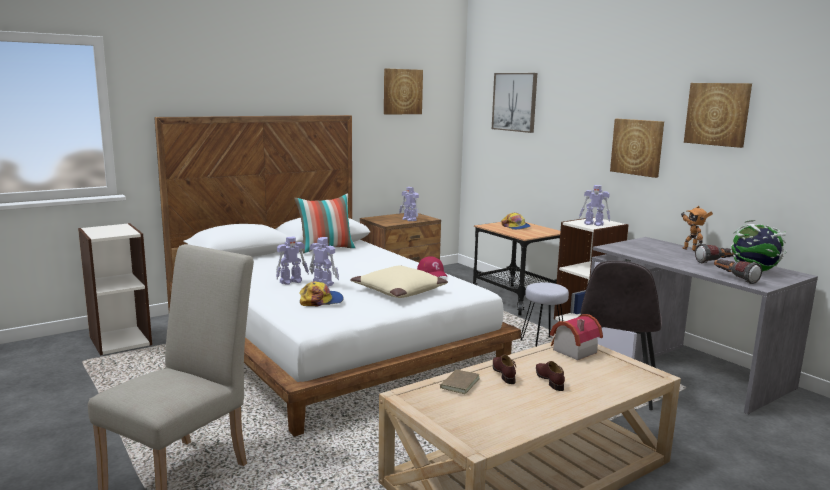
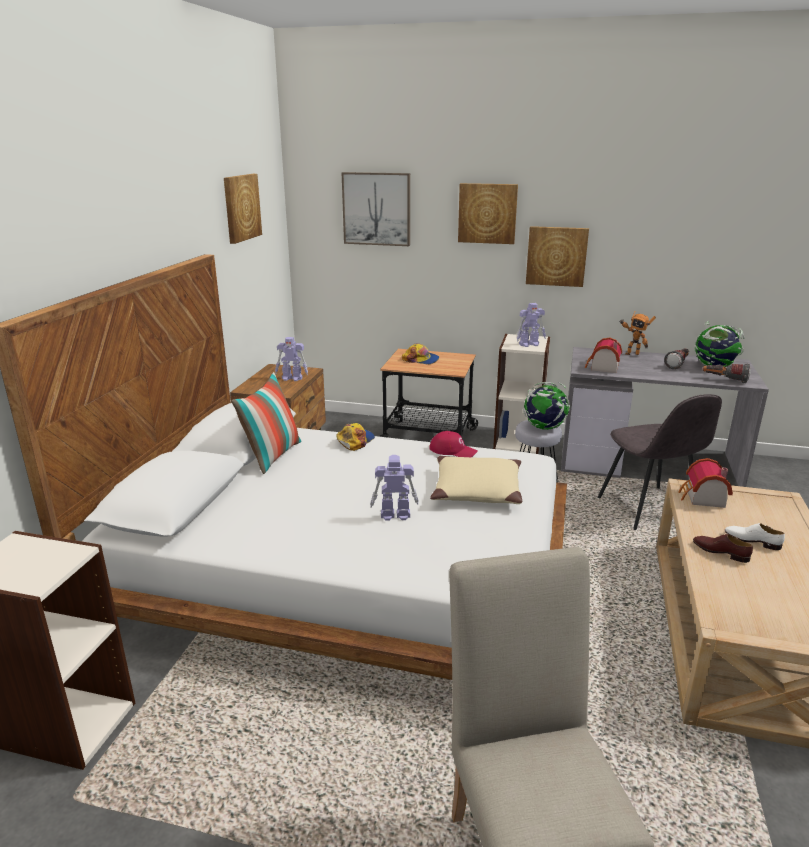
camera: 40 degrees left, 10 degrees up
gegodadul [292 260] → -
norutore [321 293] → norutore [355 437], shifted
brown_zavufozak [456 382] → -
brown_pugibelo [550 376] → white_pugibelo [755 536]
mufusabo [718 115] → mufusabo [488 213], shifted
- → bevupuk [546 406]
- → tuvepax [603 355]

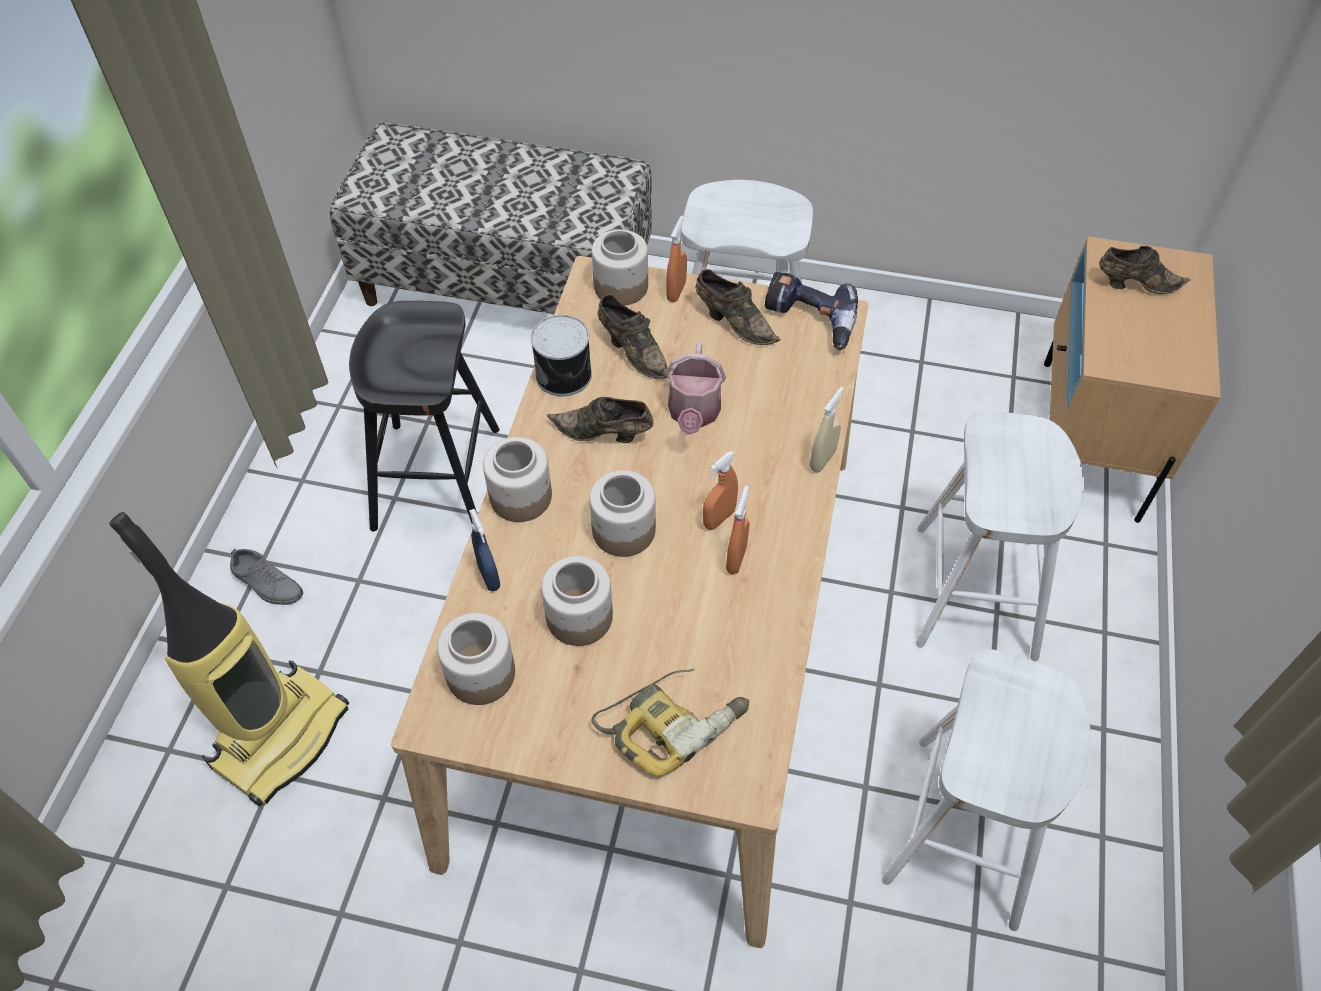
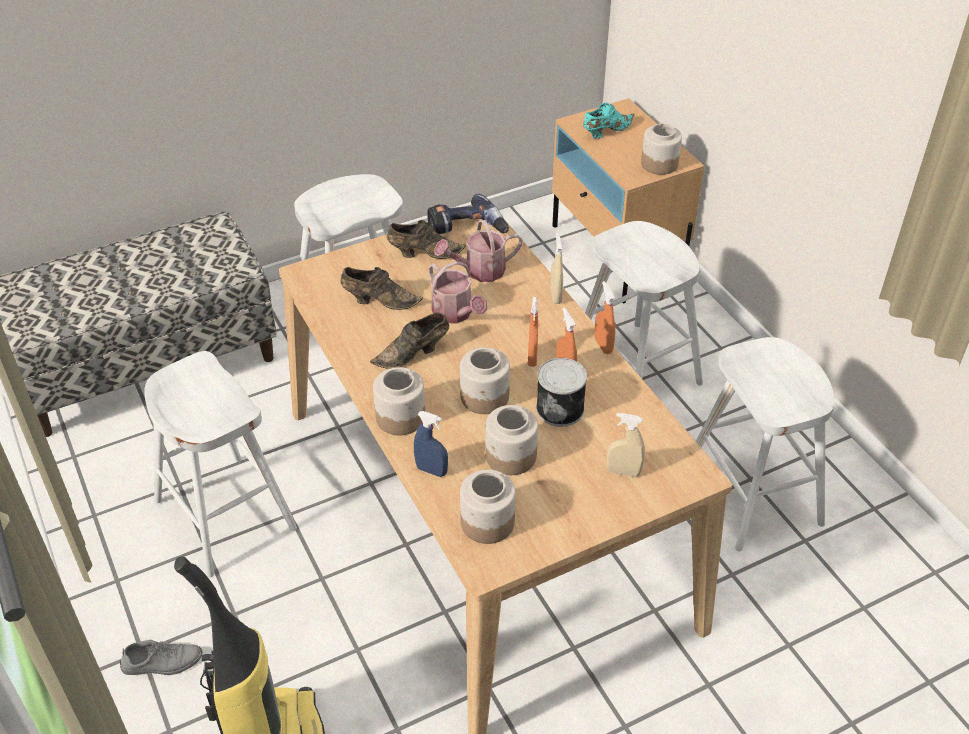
camera: 40 degrees left, 10 degrees down
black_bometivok [424 416] → white_bometivok [220 464]
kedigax [561 355] → kedigax [561 392], shifted
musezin [670 722] → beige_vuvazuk [626 445]
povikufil [620 268] → povikufil [661 149], shifted
orange_vuvazuk [676 258] → orange_vuvazuk [604 317], shifted
brown_pugibelo [1145 270] → turquoise_pugibelo [608 121]
- → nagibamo [478 251]

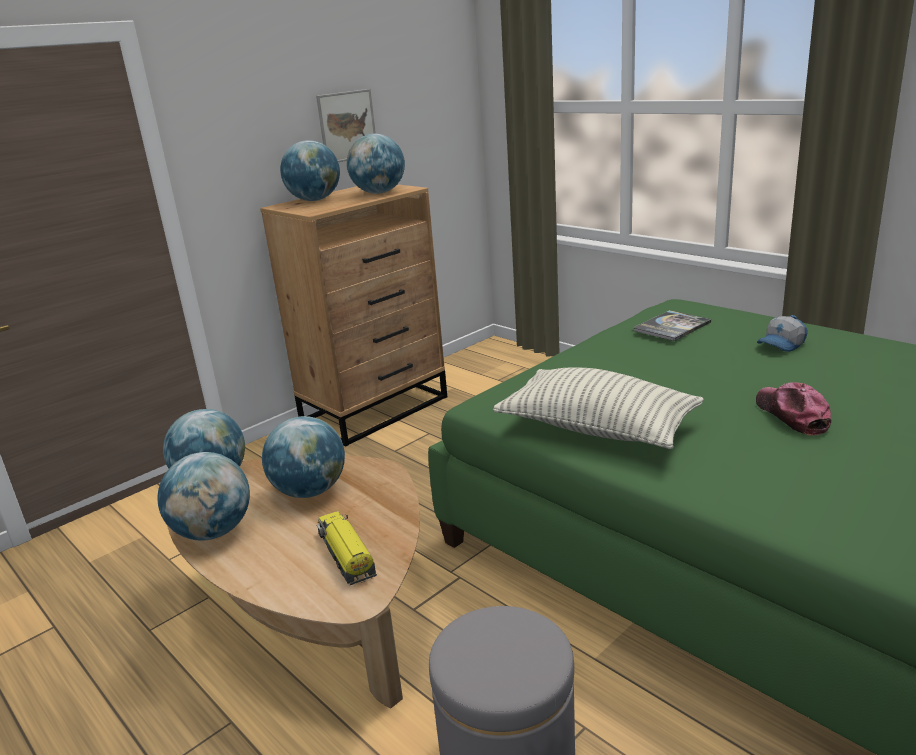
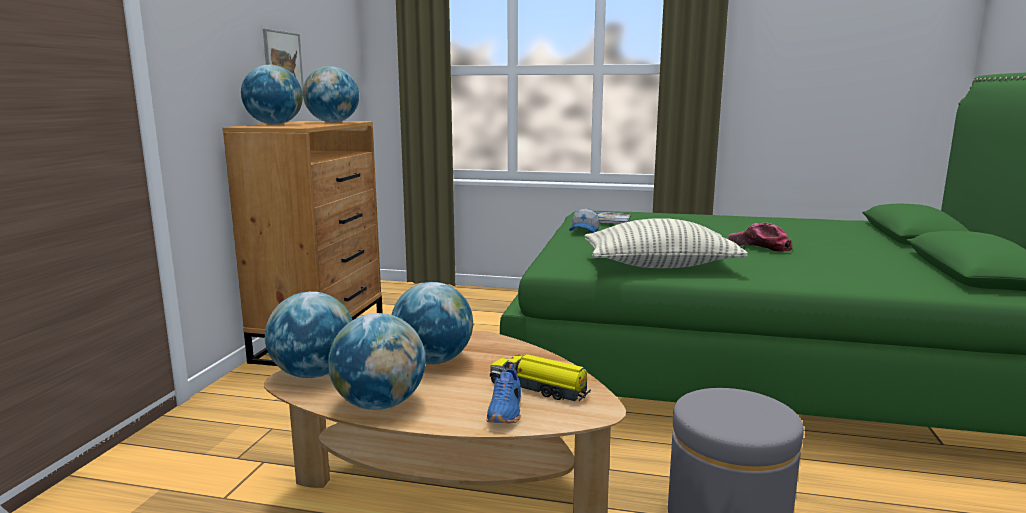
camera: 35 degrees left, 10 degrees down
norutore [782 333] → norutore [584 220], shifted
- → blue_pugibelo [503 393]

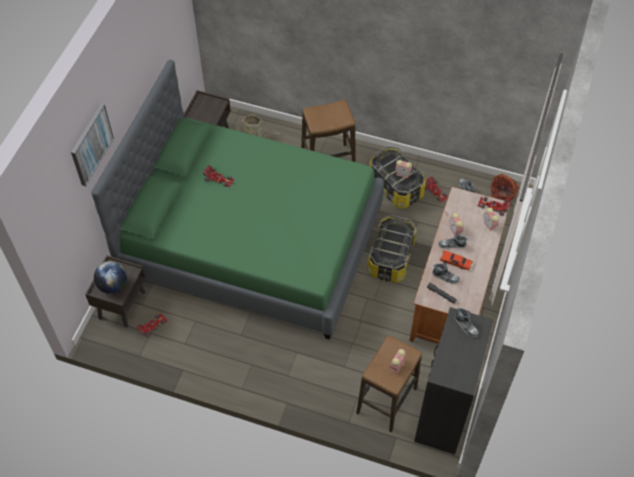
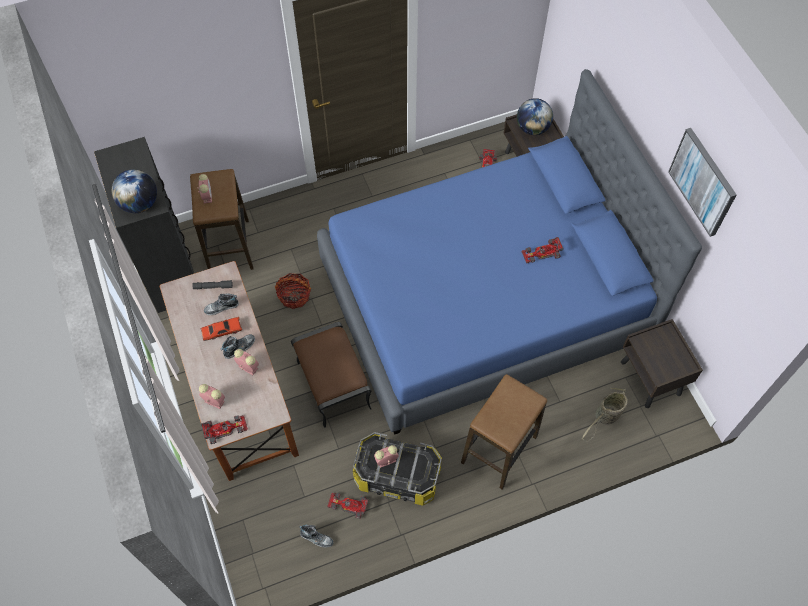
camera: 140 degrees right, 5 degrees up
mufusabo [92 145] → mufusabo [702 182], shifted
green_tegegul [238 199] → blue_tegegul [509 252]
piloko [392 249] → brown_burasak [331 375]
pugibelo [467 322] → bevupuk [134 191]
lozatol [504 187] → lozatol [293 291], shifted

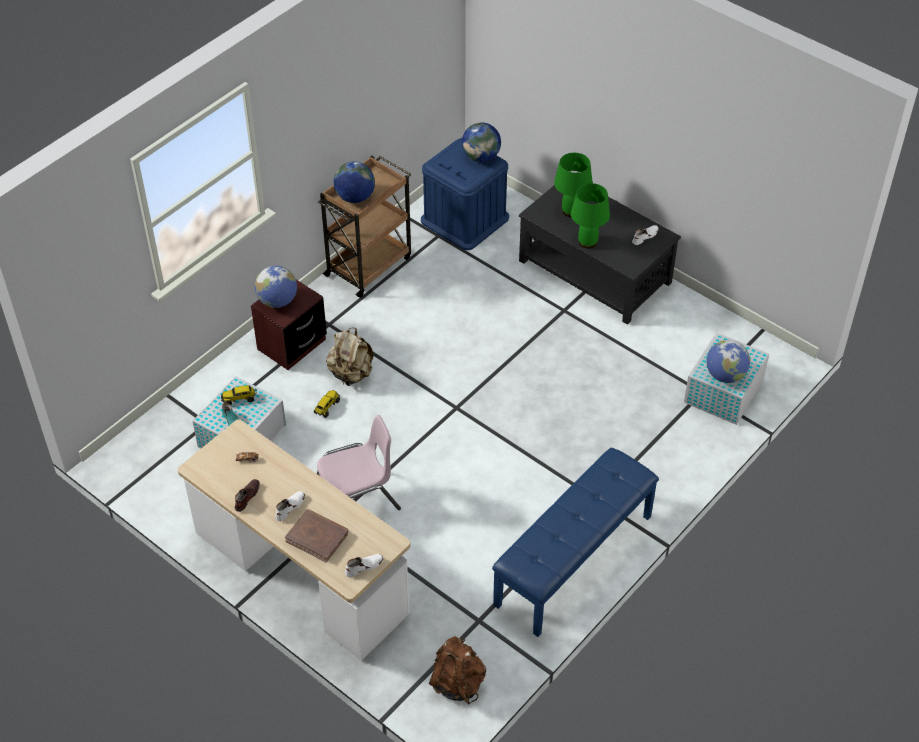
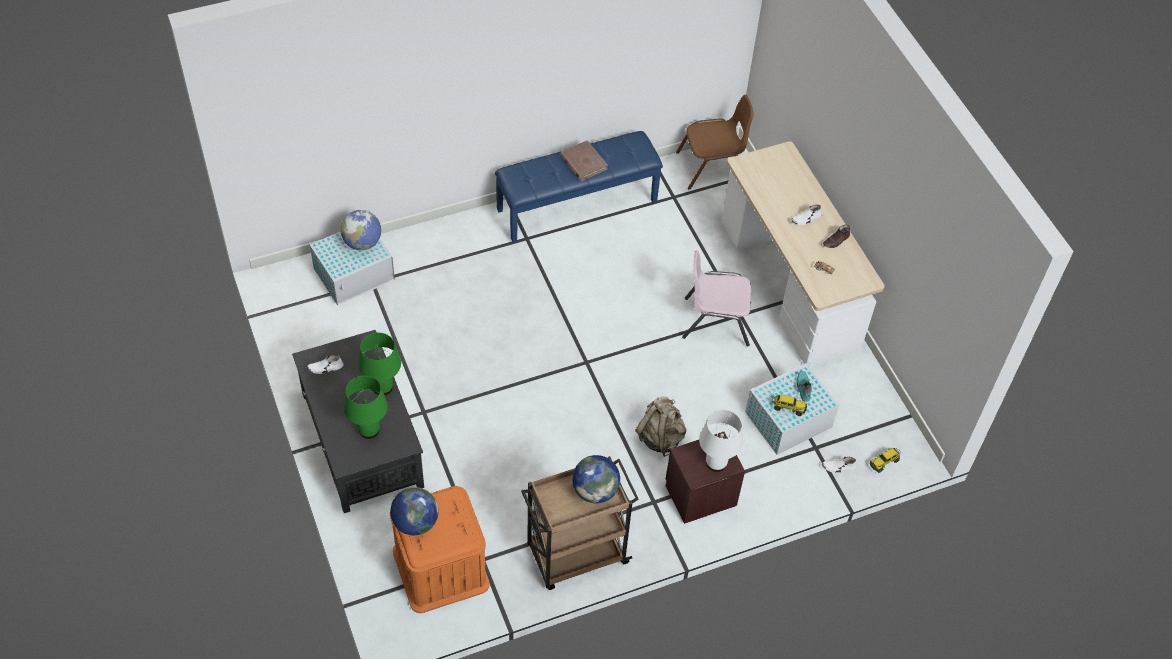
camera: 155 degrees left, 5 degrees up
bevupuk [276 287] → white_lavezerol [721 441]
brown_zavufozak [316 536] → brown_zavufozak [584 160], shifted
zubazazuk [327 404] → zubazazuk [885 460], shifted
white_pugibelo [364 565] → white_pugibelo [839 465], shifted
blue_piloko [465 194] → orange_piloko [440 549]
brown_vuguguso [457 670] → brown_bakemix [715 142]

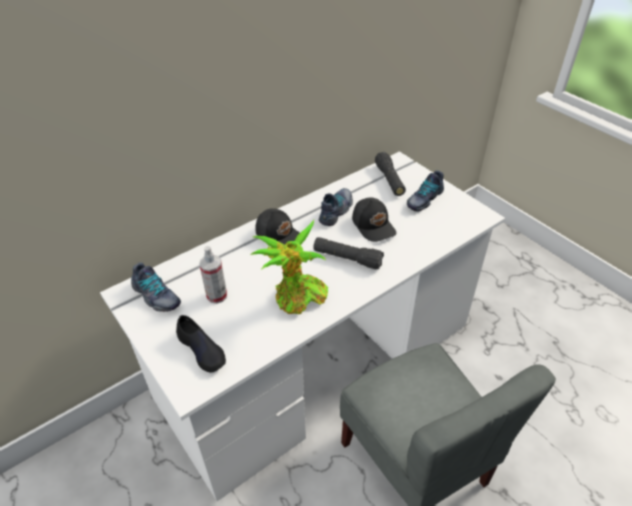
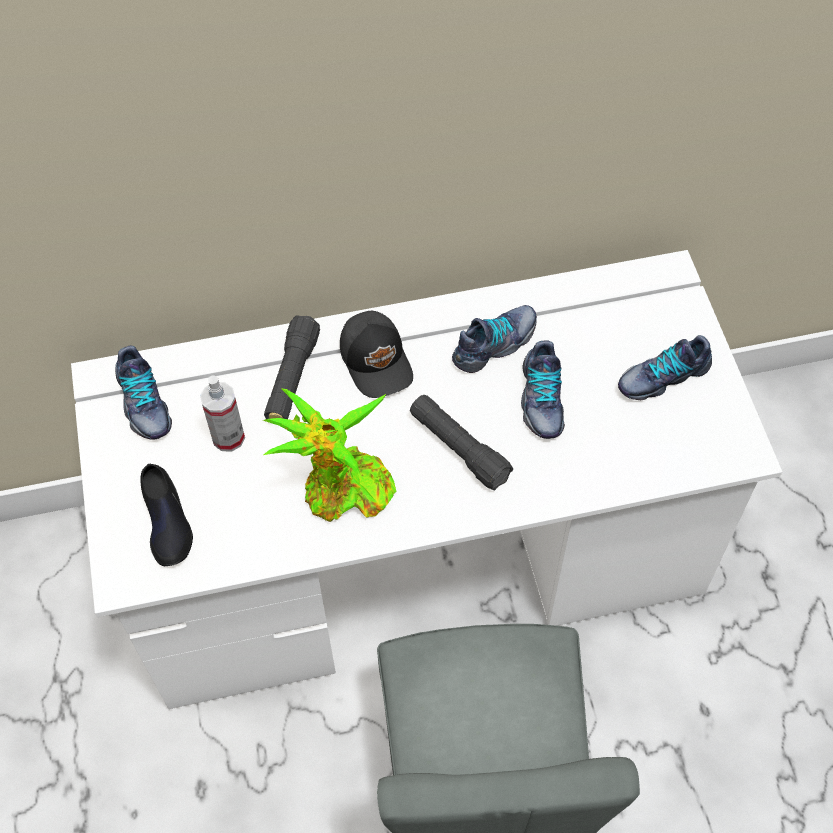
camera: 25 degrees right, 15 degrees up
black_norutore [374 219] → pugibelo [543 390]
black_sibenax [390 174] → black_sibenax [292 367], shifted

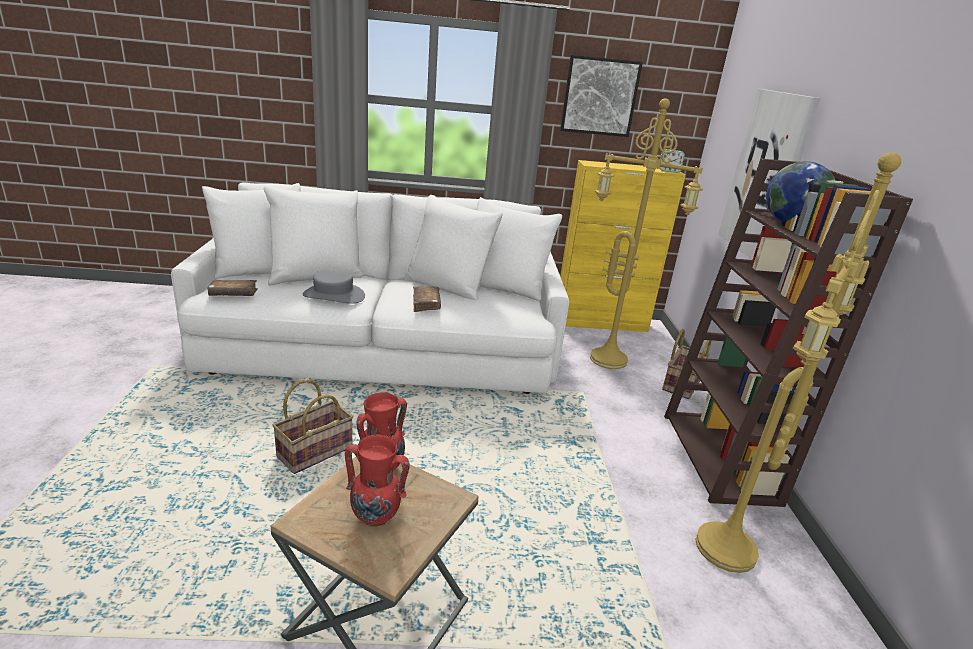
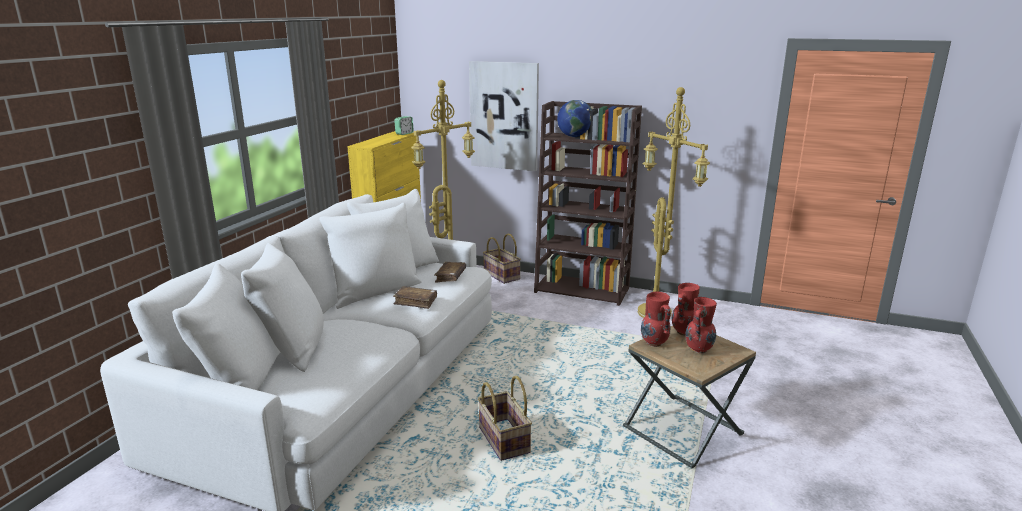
camera: 65 degrees left, 5 degrees down
brown_zavufozak [232 288] → brown_zavufozak [450 272], shifted
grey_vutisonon [334 287] → -
mufusabo [601 96] → -
- → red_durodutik [686 309]

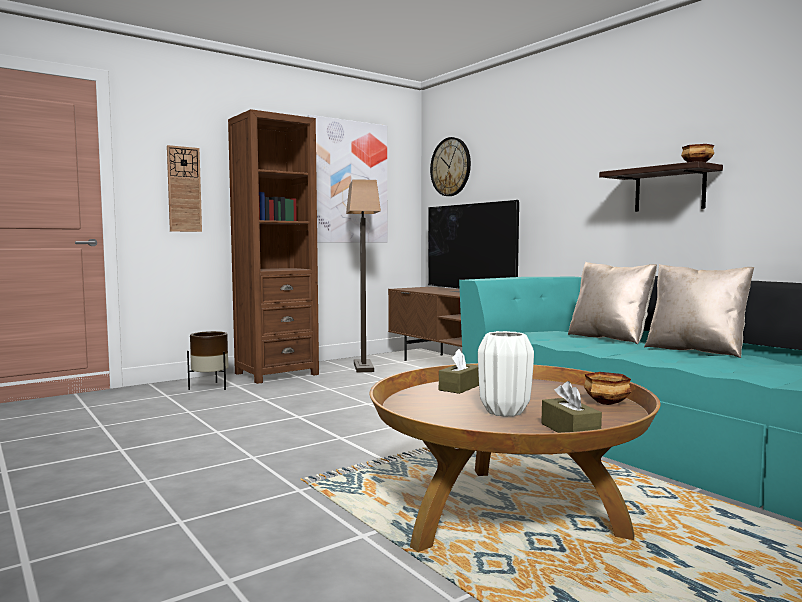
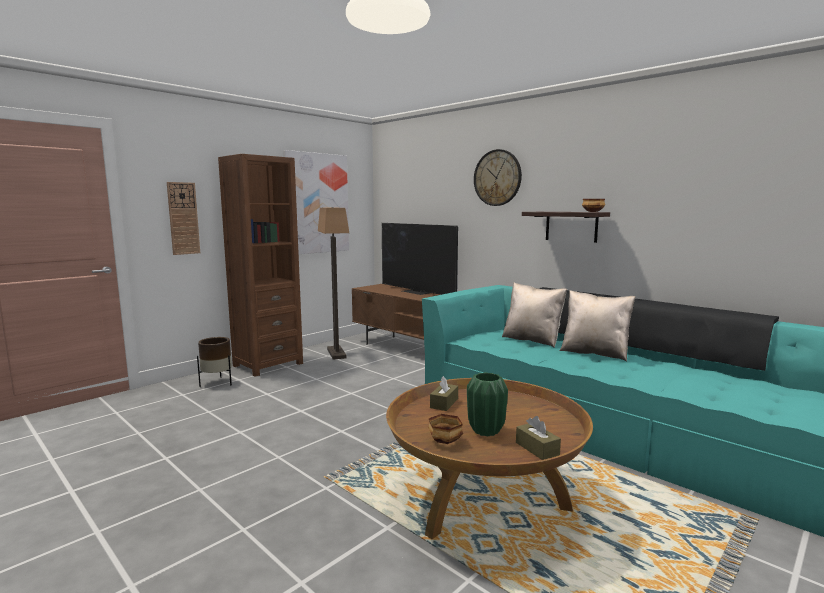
camera: 10 degrees left, 5 degrees up
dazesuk [450 166] → dazesuk [498 177], shifted
white_durodutik [506 374] → green_durodutik [487 404]
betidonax [607 388] → betidonax [445 429], shifted

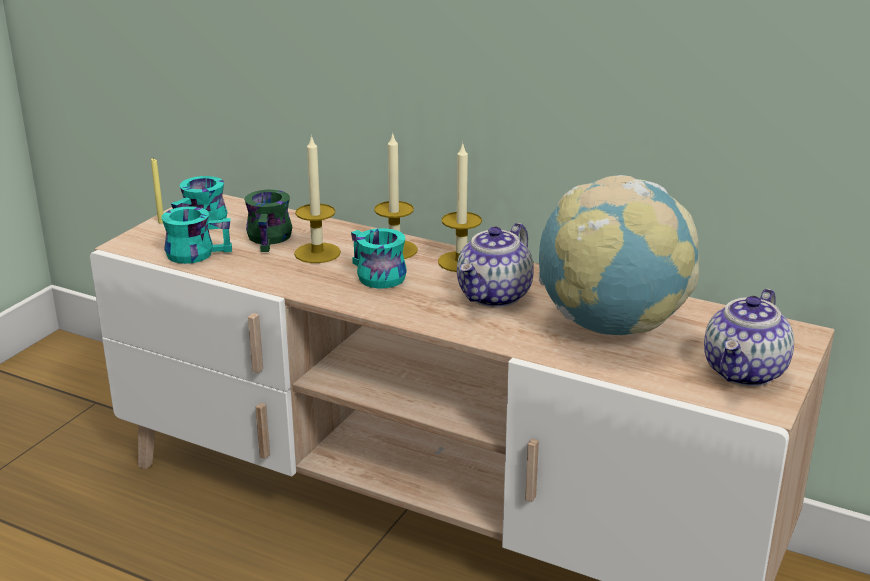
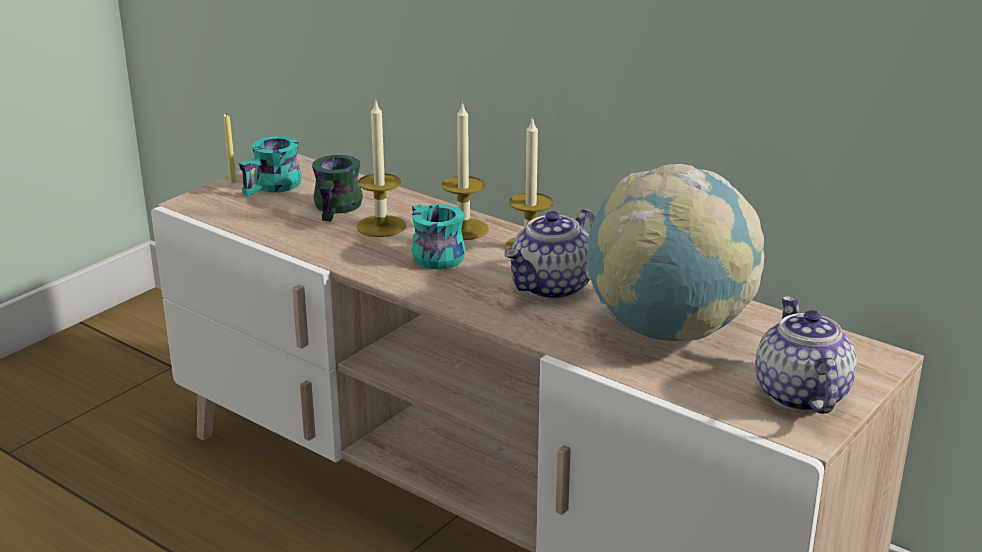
camera: 10 degrees right, 0 degrees up
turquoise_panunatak [197 235] → -
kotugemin [749 337] → kotugemin [806 355], 135 degrees clockwise

